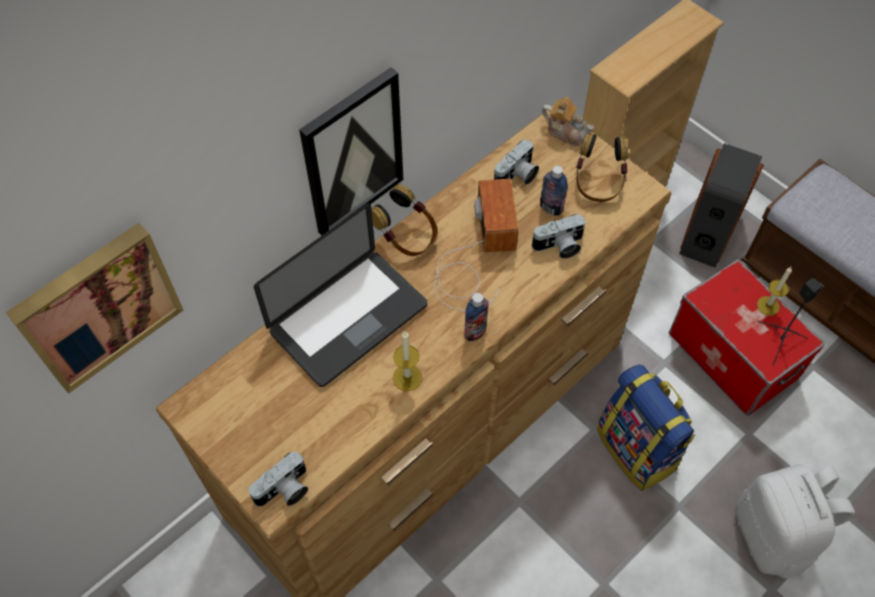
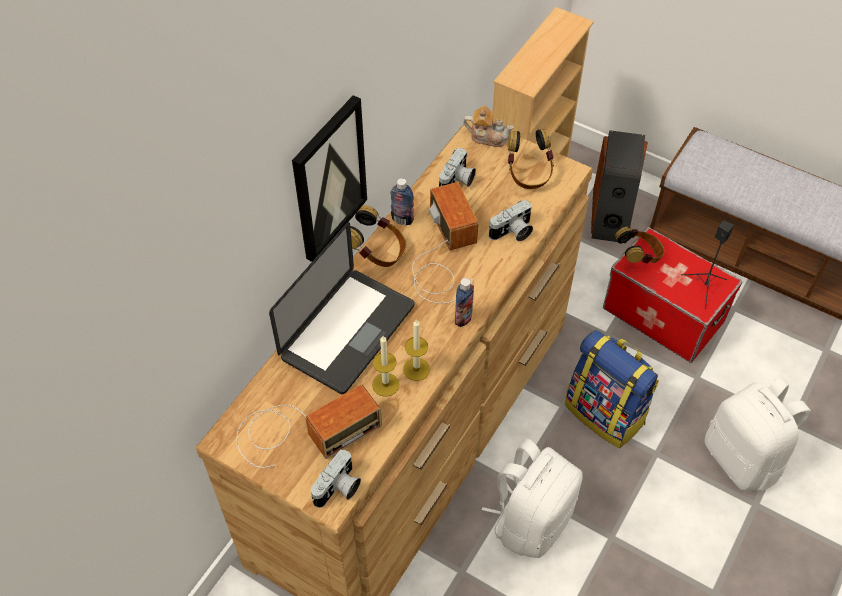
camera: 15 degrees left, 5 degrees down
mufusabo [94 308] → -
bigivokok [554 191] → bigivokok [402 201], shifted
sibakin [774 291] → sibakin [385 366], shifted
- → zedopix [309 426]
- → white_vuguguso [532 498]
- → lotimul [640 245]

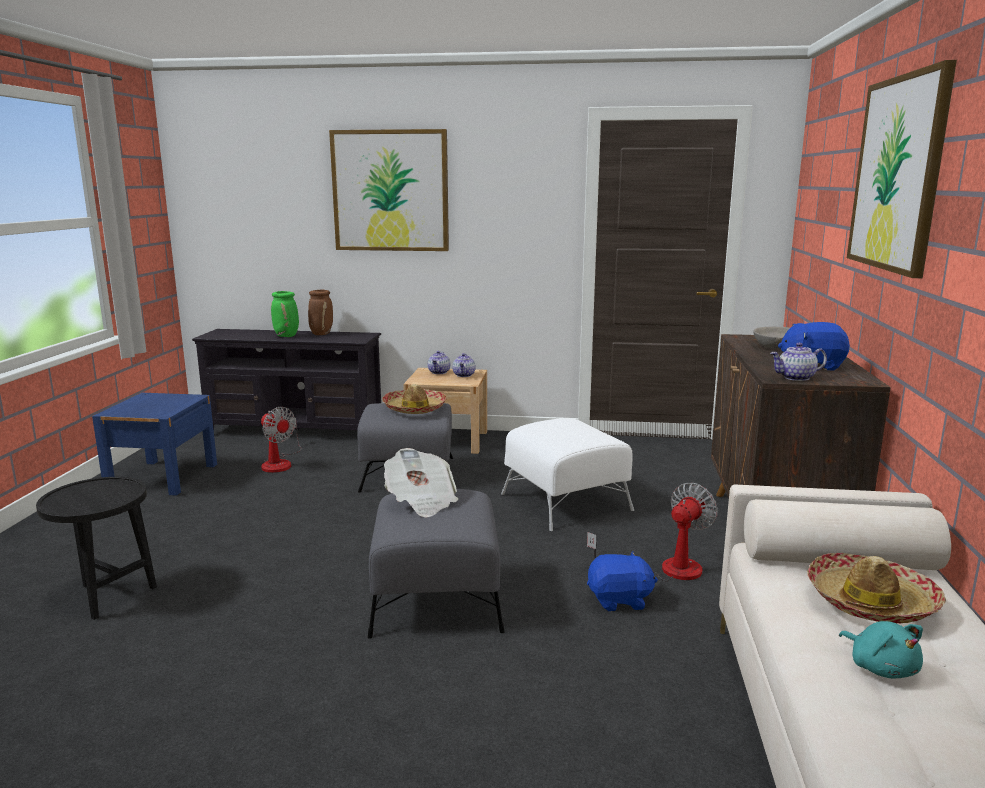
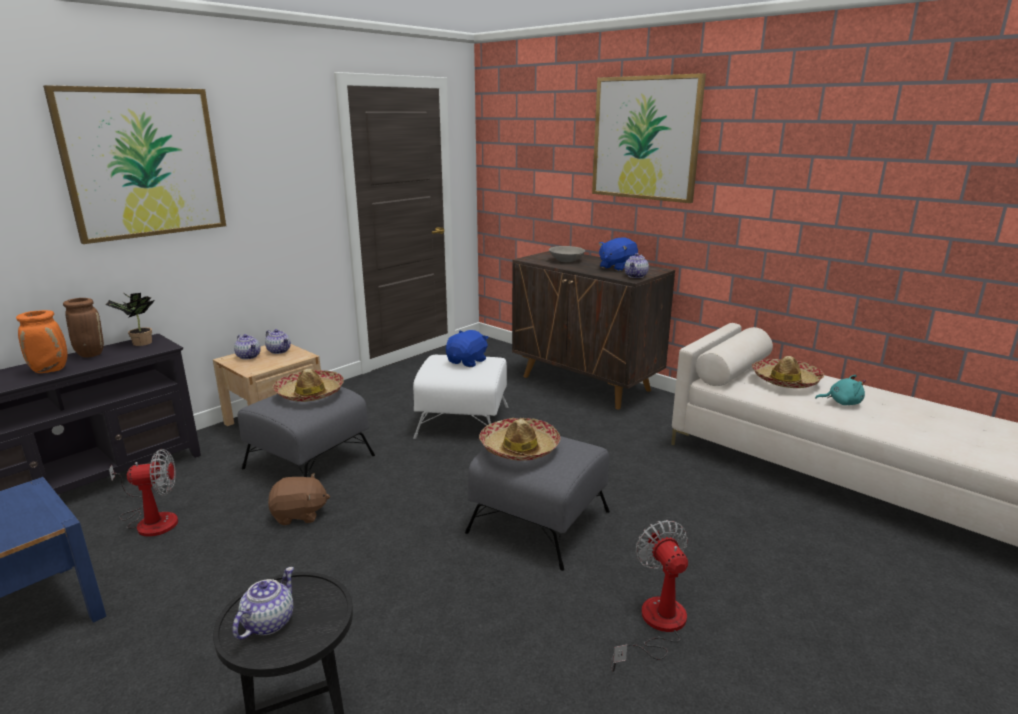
camera: 55 degrees left, 5 degrees up
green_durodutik [285 314] → orange_durodutik [42 341]
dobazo [421 483] → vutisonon [519 439]
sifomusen [652 532] → sifomusen [649 596], shifted
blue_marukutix [622 581] → blue_marukutix [467 348], shifted
- → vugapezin [130 319]
- → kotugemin [263 603]
- → brown_marukutix [299 499]

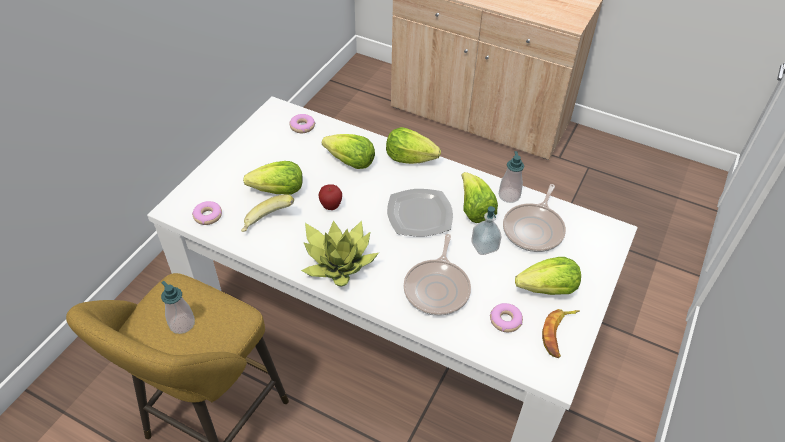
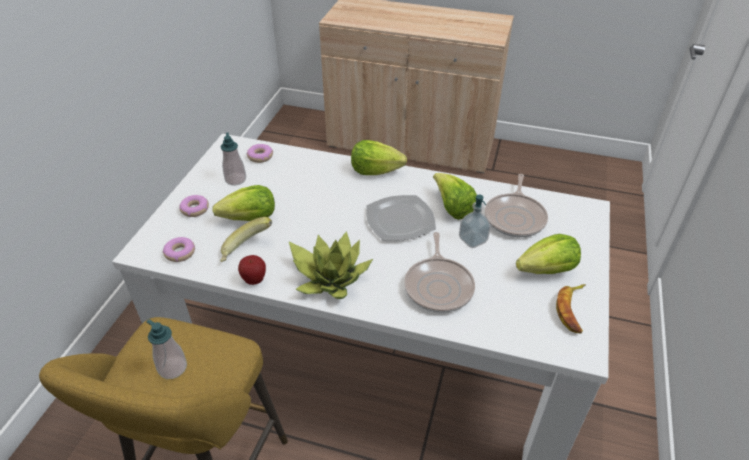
camera: 10 degrees left, 5 degrees down
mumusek [330 197] → mumusek [252 270], shifted
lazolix [348 151] → -
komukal [506 317] → komukal [194 206], shifted
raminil [511 177] → raminil [233 158], shifted

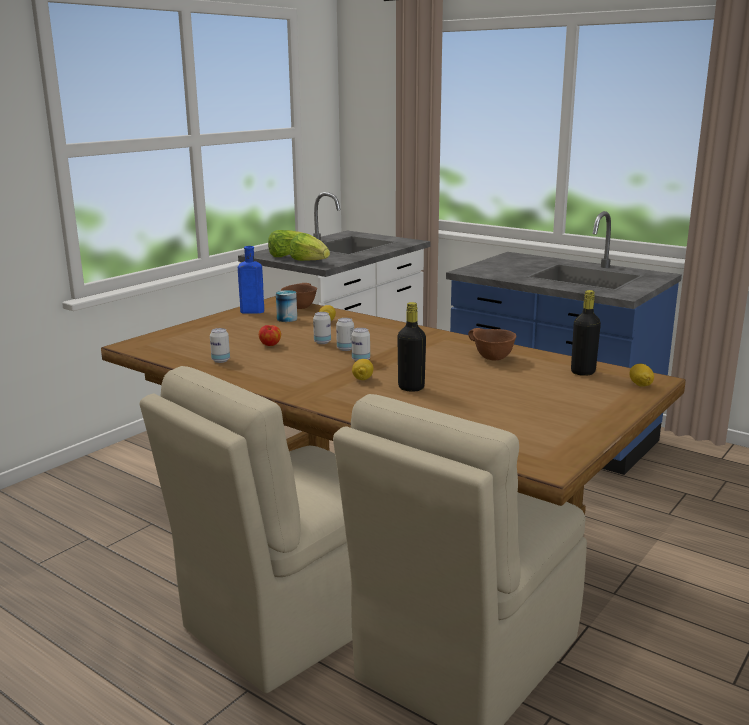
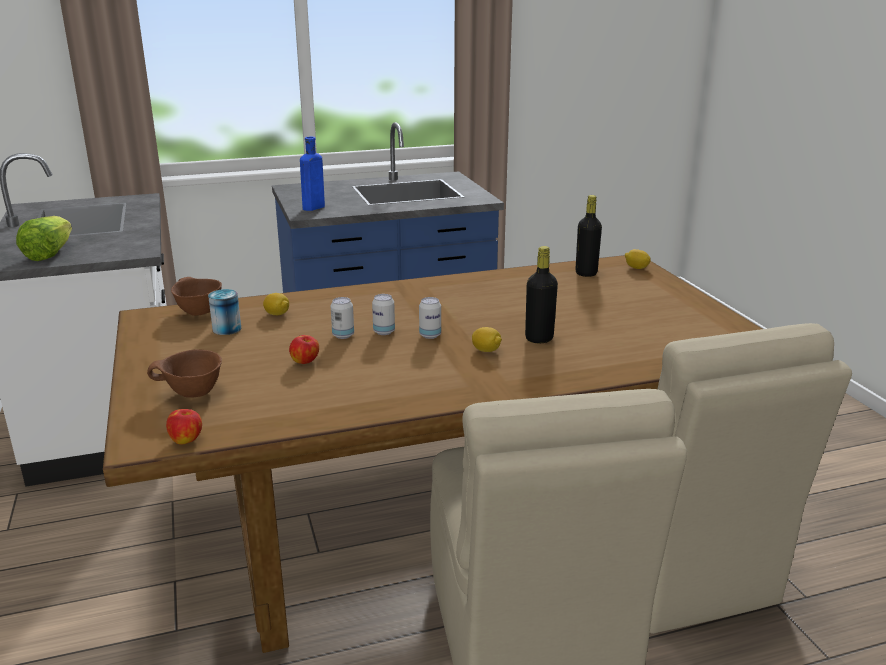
camera: 55 degrees left, 5 degrees up
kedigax [220 345] → -
blue_bigivokok [251 280] → blue_bigivokok [312 174], shifted
lazolix [310 247] → -
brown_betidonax [492 344] → brown_betidonax [184 374], shifted
- → mumusek [184 427]

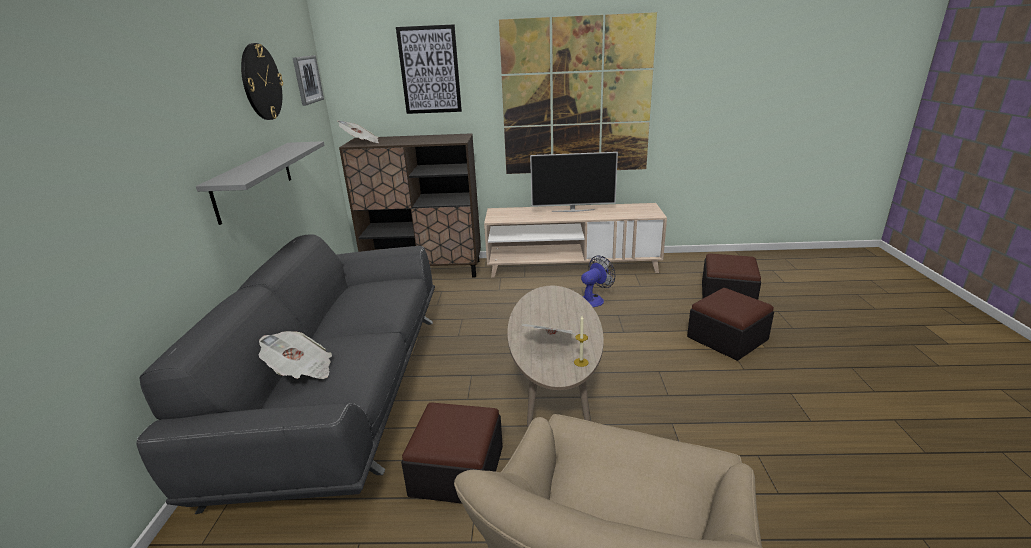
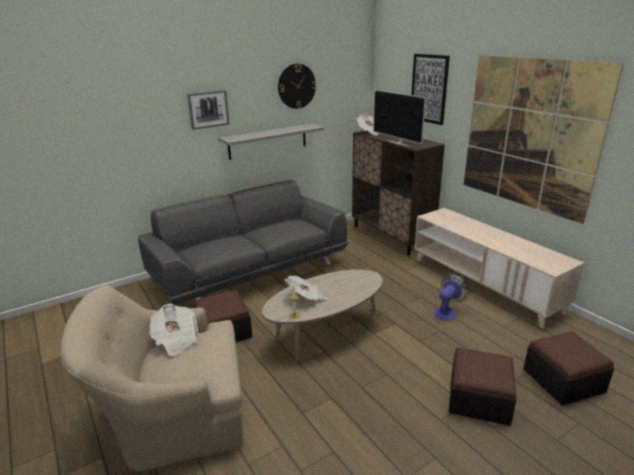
camera: 55 degrees right, 0 degrees up
dobazo [295 355] → dobazo [173 330], shifted
mufusabo [308 80] → mufusabo [208 110], shifted
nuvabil [574 182] → nuvabil [399 118], shifted
sifomusen [598 281] → sifomusen [451 297], 60 degrees counterclockwise

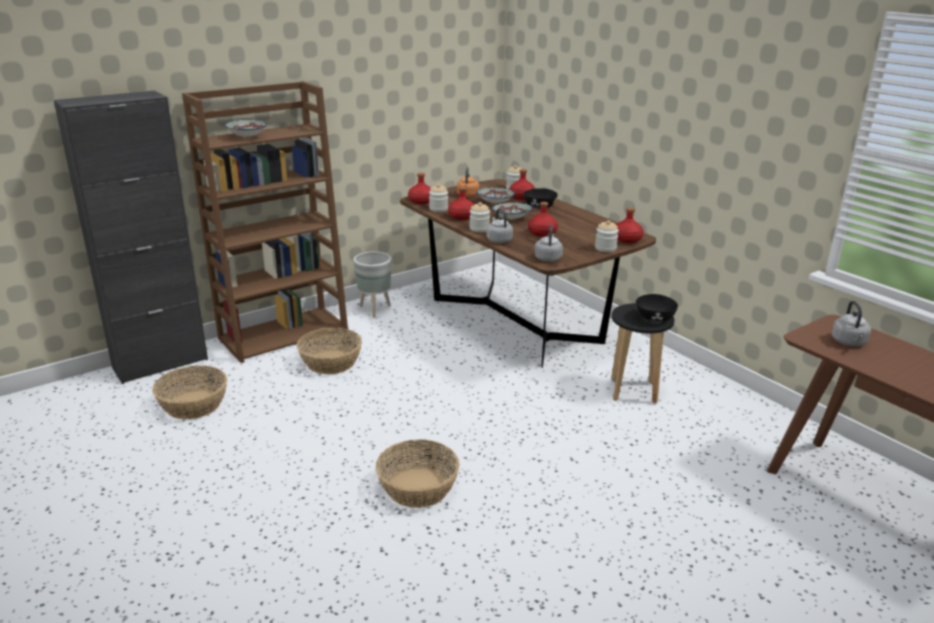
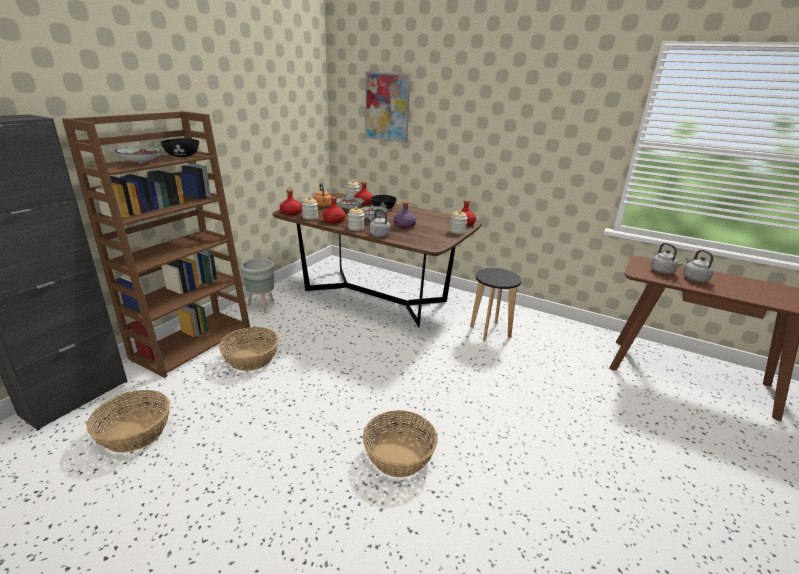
camera: 25 degrees left, 0 degrees up
red_bigivokok [543 219] → purple_bigivokok [404 215]
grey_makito [548 243] → grey_makito [698 266], shifted
black_betidonax [657 308] → black_betidonax [180 147], shifted
- → mufusabo [387 107]

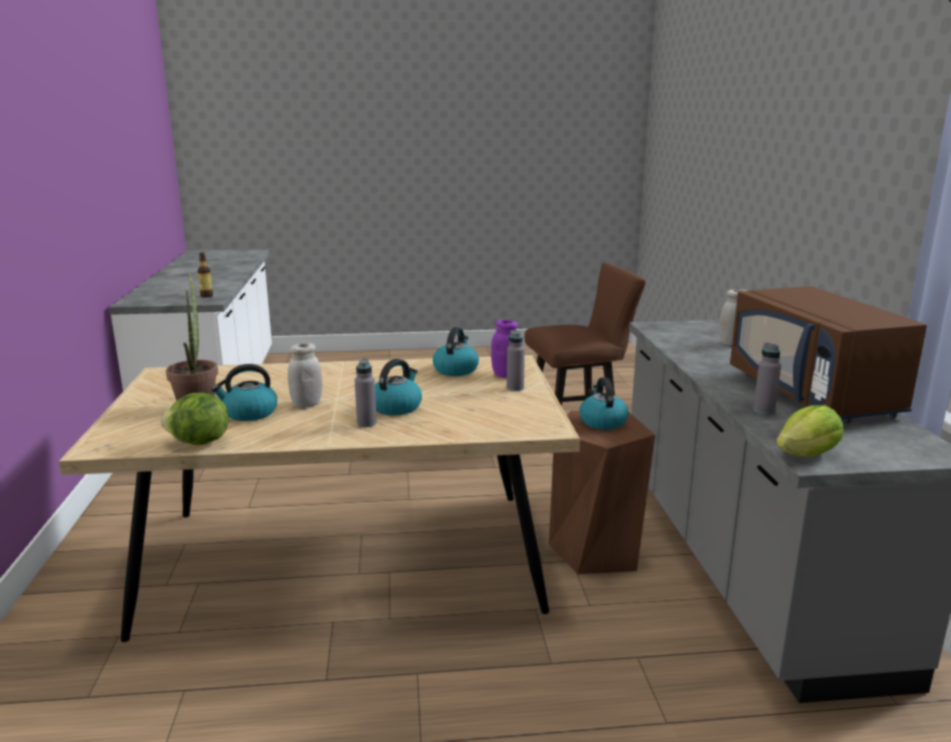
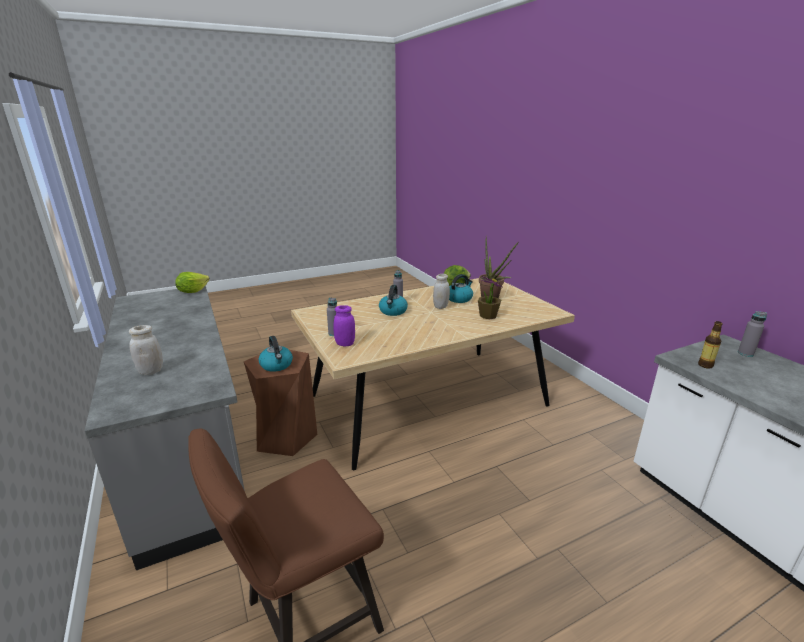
camera: 160 degrees right, 5 degrees up
makito [456 351] → -
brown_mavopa [828 355] → -
grey_bigivokok [767 379] → grey_bigivokok [752 334], shifted
- → vugapezin [490 297]

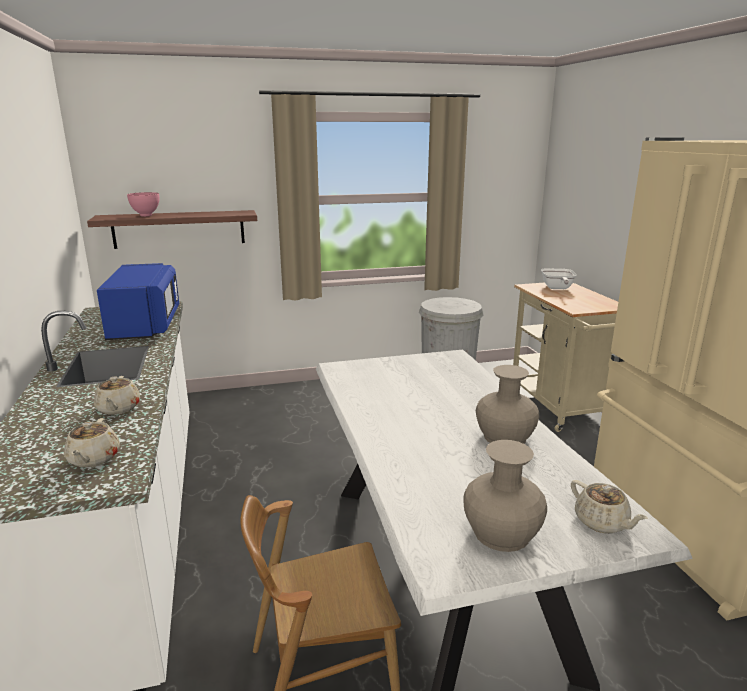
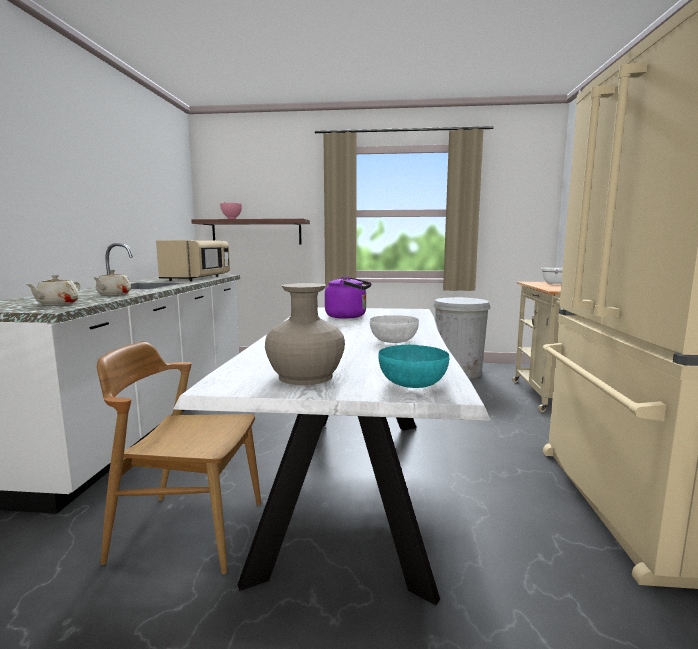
camera: 20 degrees right, 10 degrees down
blue_mavopa [138 301] → beige_mavopa [193 260]
beige_durodutik [507 404] → white_betidonax [394 329]
beige_kotugemin [609 506] → turquoise_betidonax [413 366]
- → purple_makito [348 297]

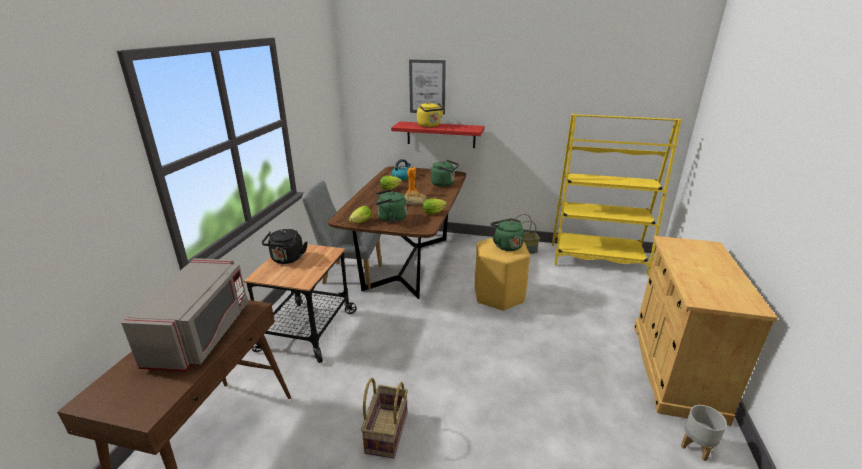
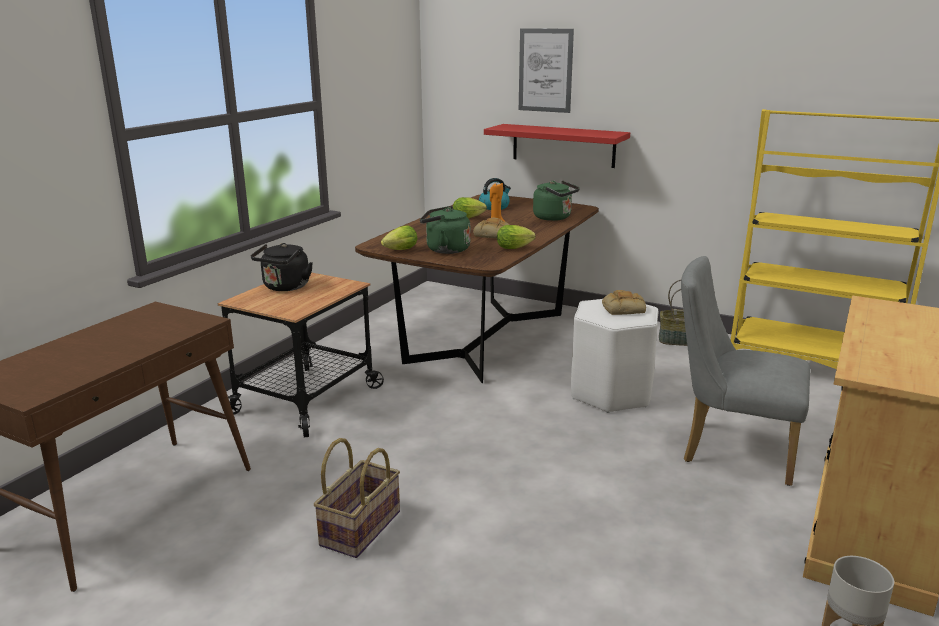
camera: 15 degrees right, 5 degrees down
grey_mavopa [185 314] → -
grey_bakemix [342 234] → grey_bakemix [745 371], shifted
yellow_makito [431 114] → -
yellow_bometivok [502 274] → white_bometivok [614 356]
green_makito [507 234] → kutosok [624 302]

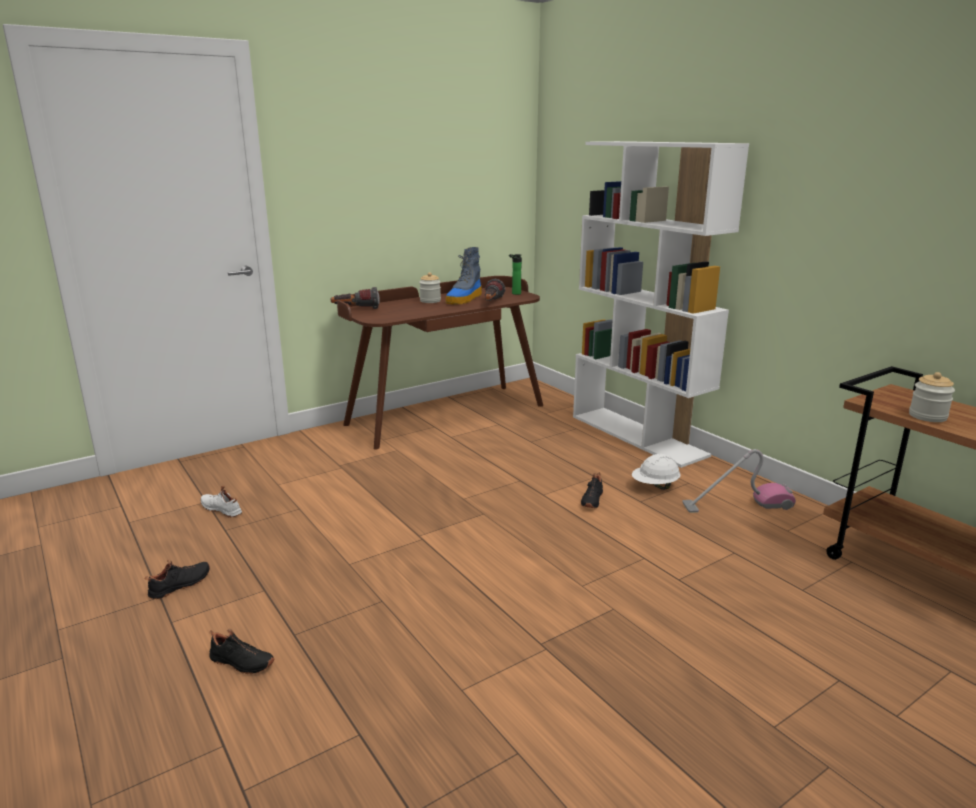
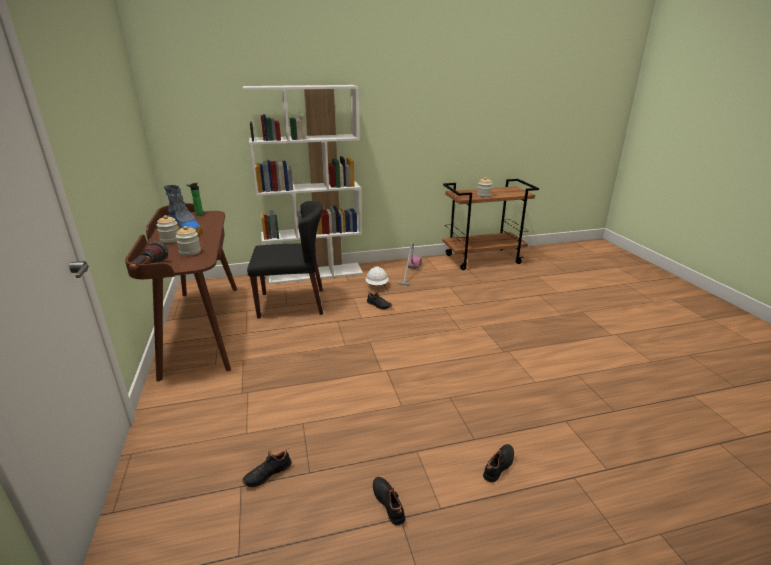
camera: 70 degrees left, 5 degrees up
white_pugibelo [221 502] → black_pugibelo [266 468]
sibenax [495 290] → -
- → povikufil [188 241]
- → black_bakemix [285 260]

